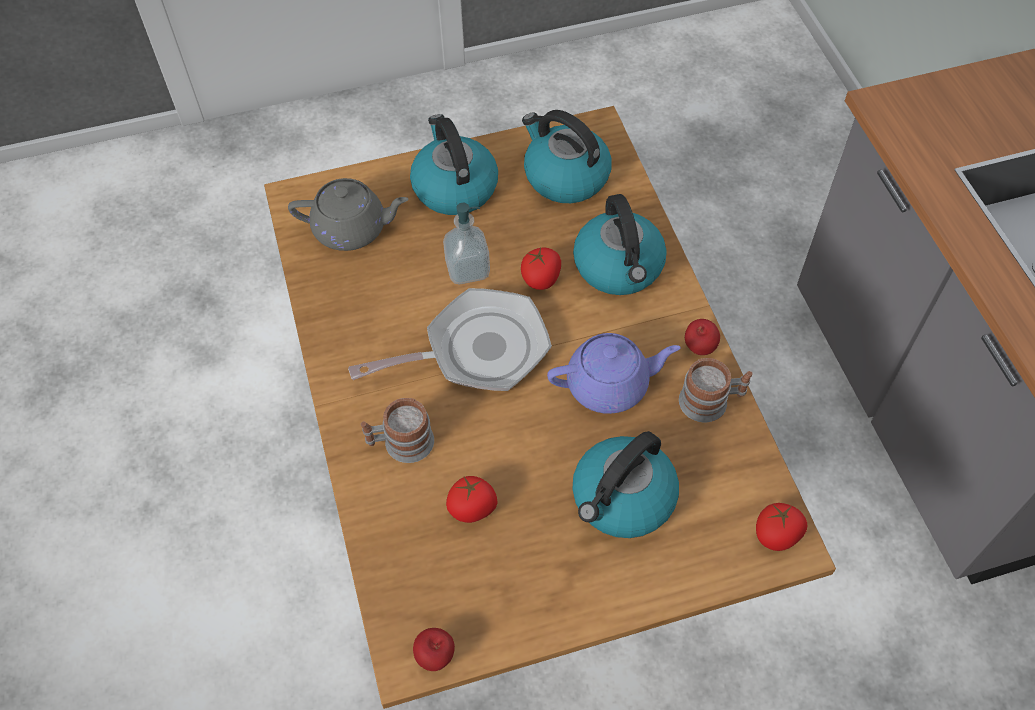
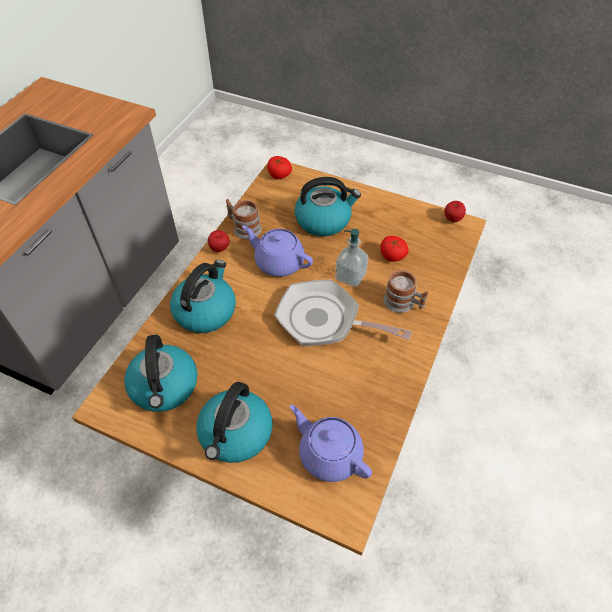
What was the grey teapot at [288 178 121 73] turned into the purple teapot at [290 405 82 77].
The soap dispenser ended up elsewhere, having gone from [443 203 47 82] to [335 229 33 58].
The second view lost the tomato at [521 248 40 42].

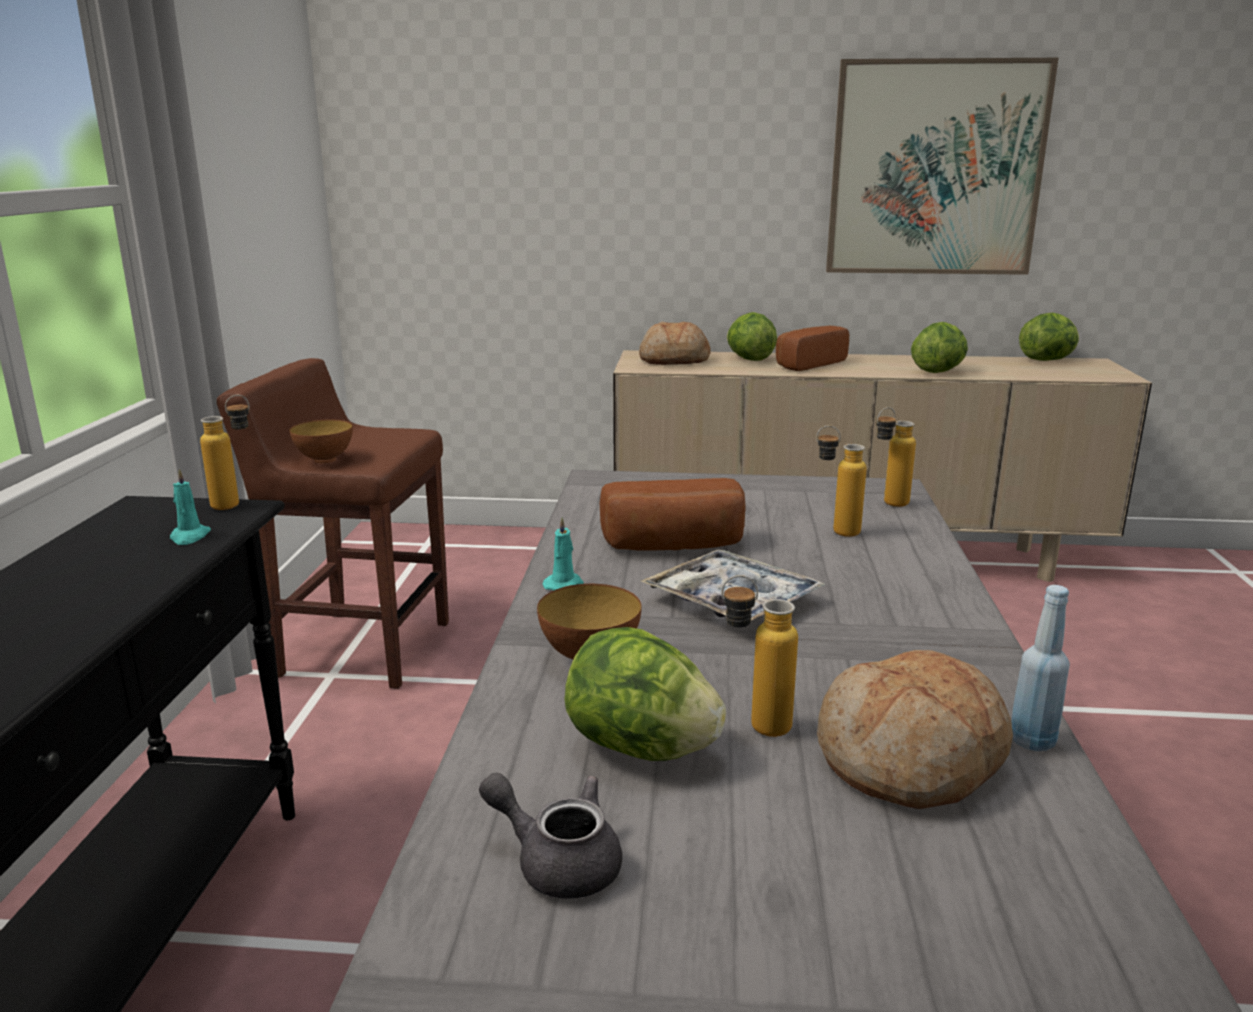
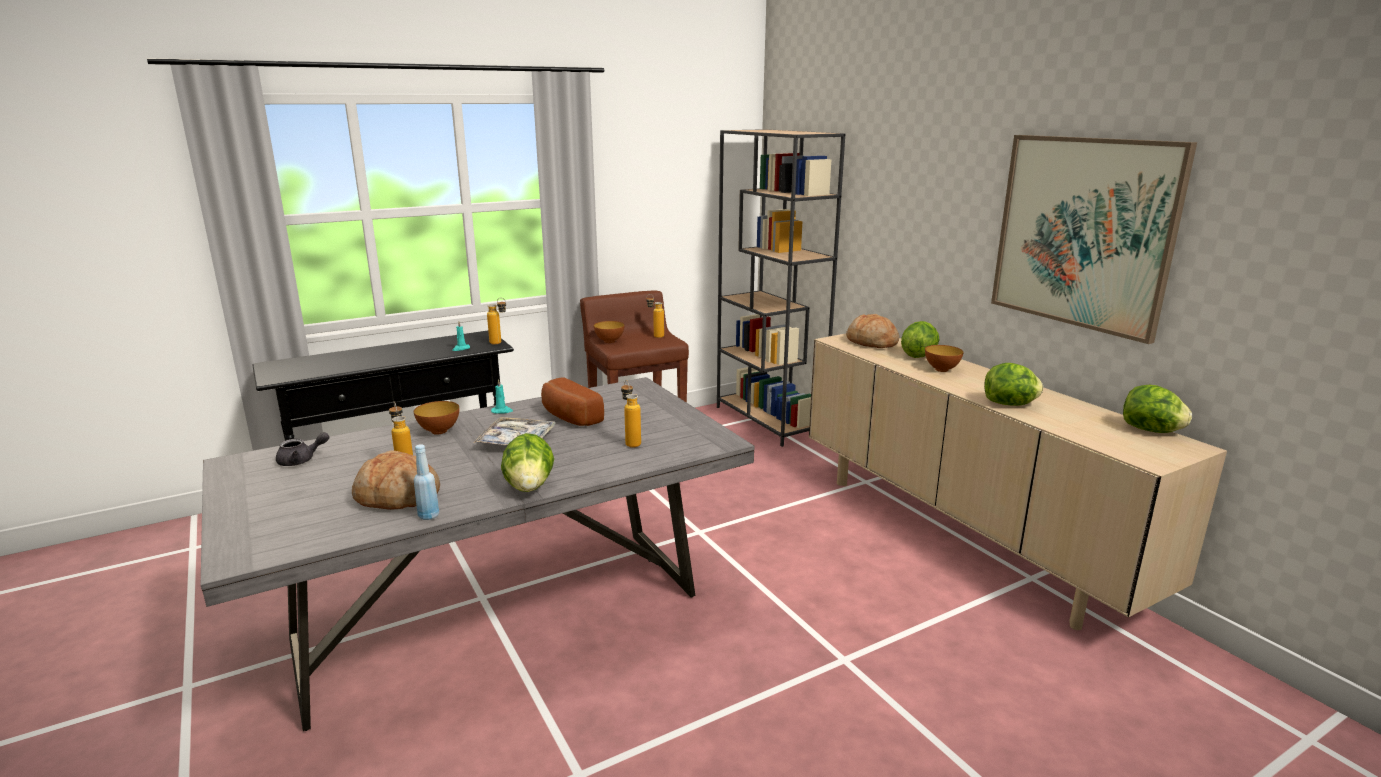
Where the bread stood at [776 326 73 45], the bowl came to stand at [925 345 38 27].
The bottle ended up elsewhere, having gone from [876 407 40 100] to [646 294 18 44].
The lettuce ended up elsewhere, having gone from [564 627 162 134] to [501 433 53 59].
The grey teapot at [479 773 143 126] ended up facing another way, 75 degrees clockwise from before.
The second view gained the bookcase at [717 129 128 318].

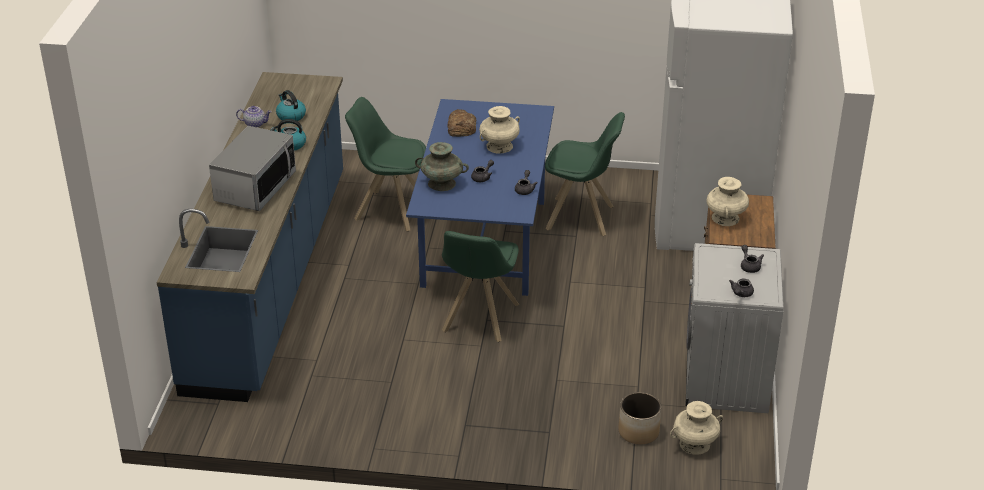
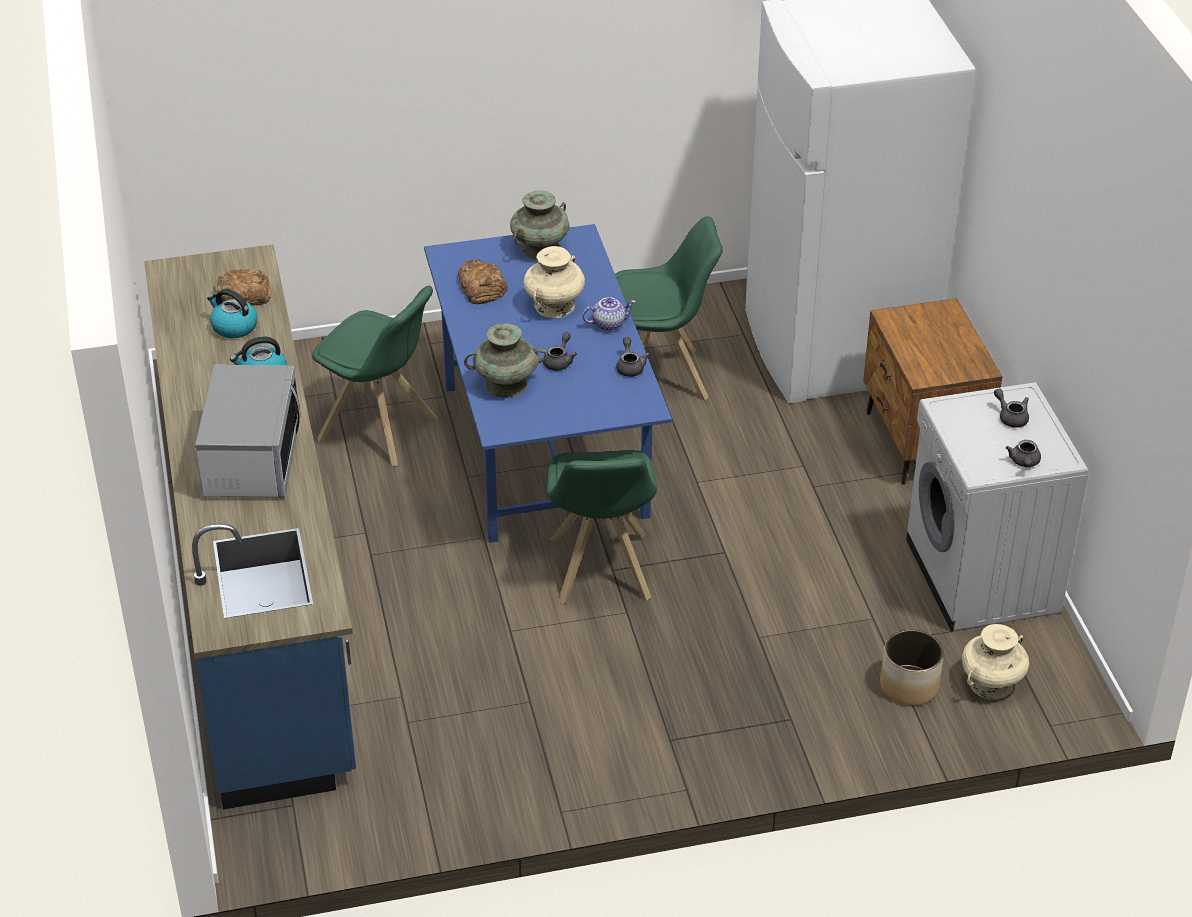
The green chair at [345 97 81 134] ended up facing another way, 150 degrees counterclockwise from before.
The teapot ended up elsewhere, having gone from [236 106 36 22] to [582 297 54 34].
The second view lost the beige vase at [706 177 43 49].
The second view gained the turquoise vase at [510 190 60 70].
The second view gained the bread at [214 269 58 37].

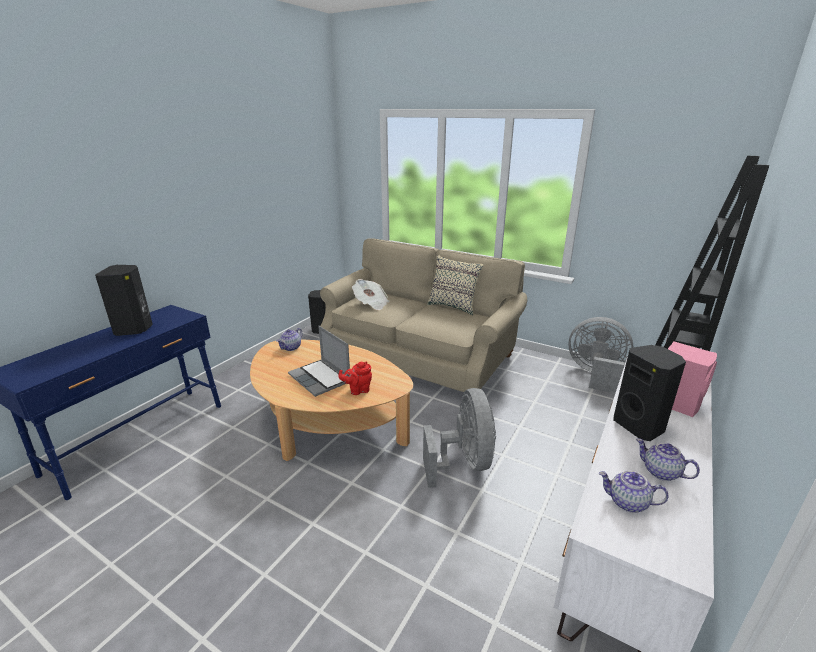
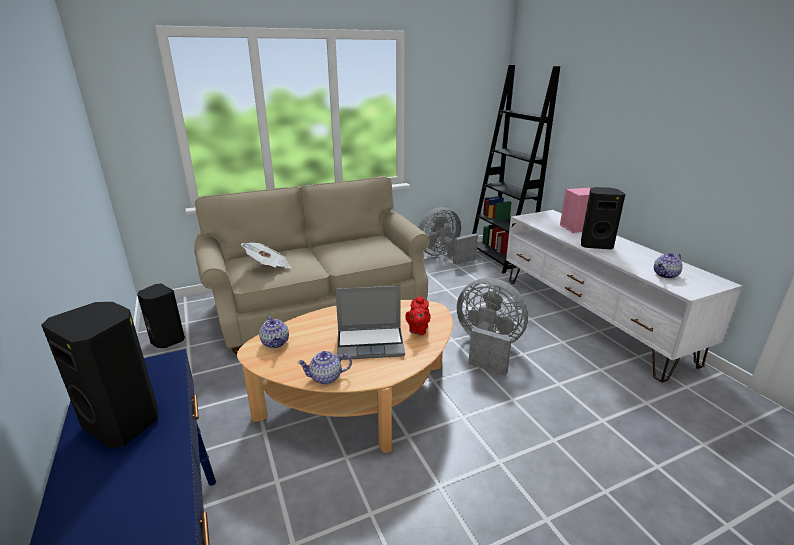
The second view lost the beige pillow at [427 255 56 60].
The teapot ended up elsewhere, having gone from [636 439 64 42] to [297 351 55 34].

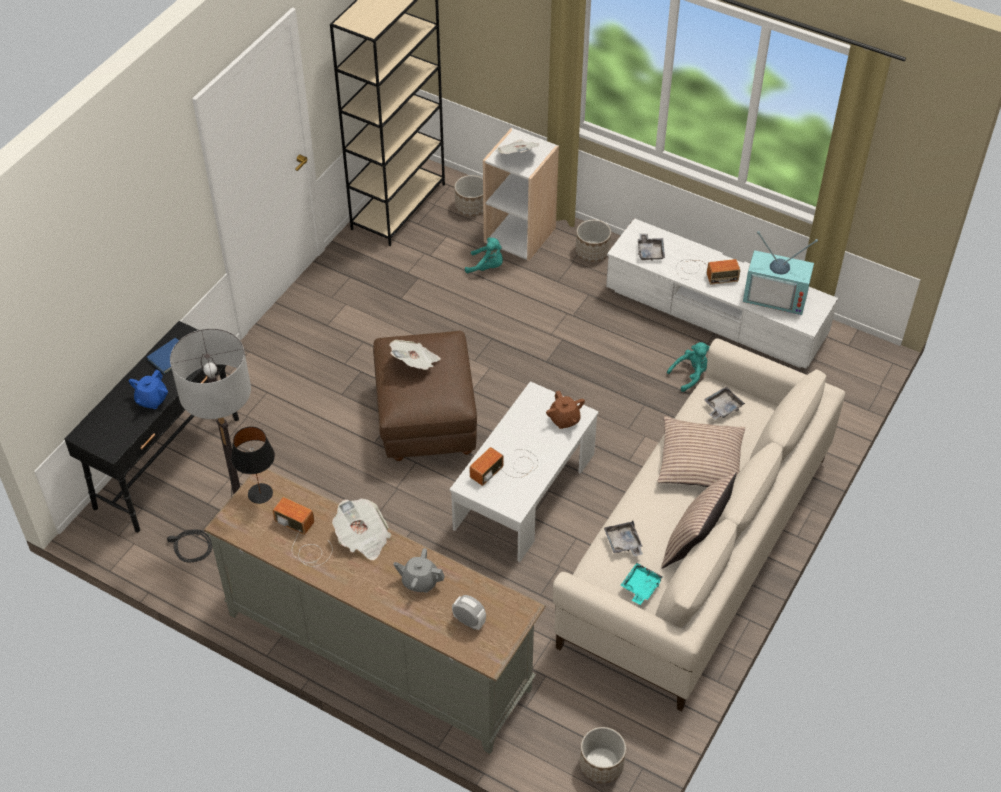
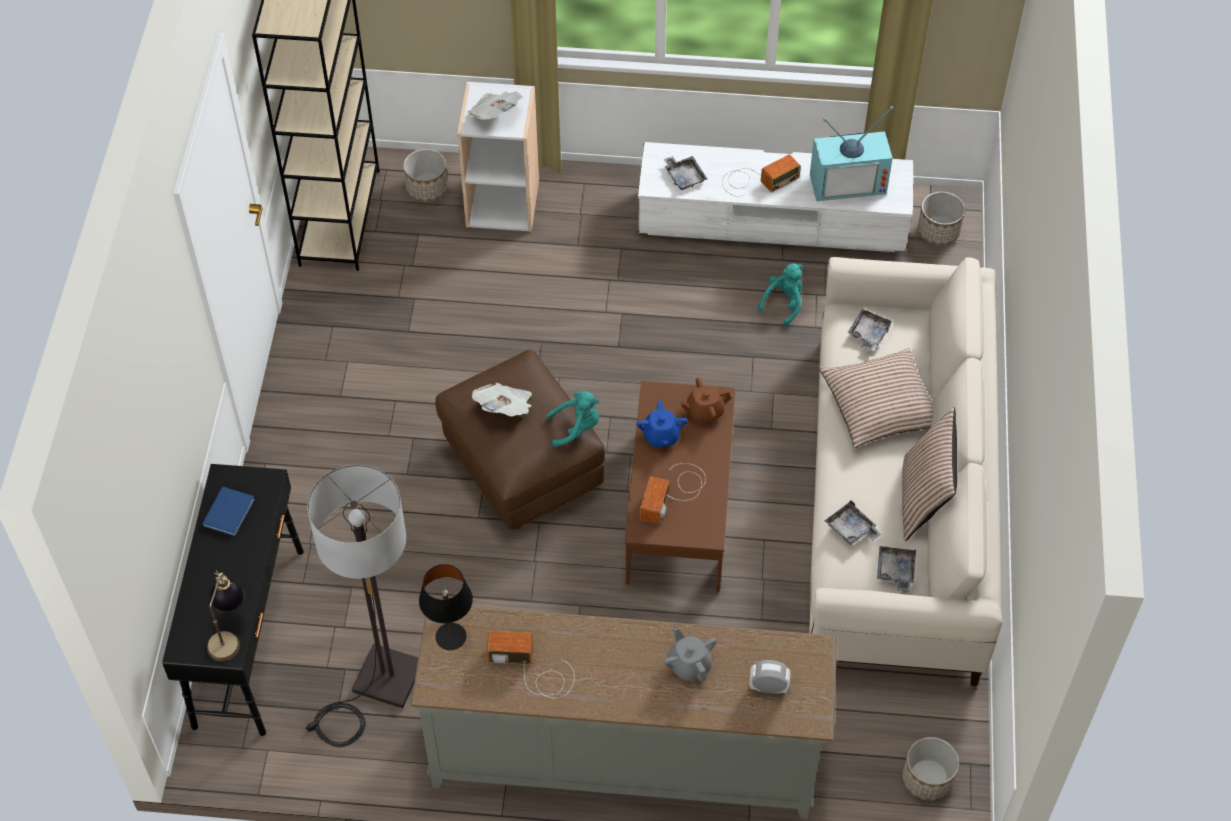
The planter ended up elsewhere, having gone from [576 220 35 42] to [918 191 47 55].
The turquoise plush toy ended up elsewhere, having gone from [465 238 38 35] to [547 391 52 56].
The blue teapot ended up elsewhere, having gone from [129 370 39 39] to [636 401 51 46].
What was the white coffee table at [449 381 150 181] turned into the brown coffee table at [625 381 111 211].
The brown teapot at [546 391 39 38] ended up facing another way, 120 degrees clockwise from before.
The second view lost the newspaper at [332 499 59 61].
The grey teapot at [393 548 52 45] ended up facing another way, 75 degrees clockwise from before.
What was the turquoise tray at [620 563 43 42] turned into the grey tray at [877 546 39 46].
The second view gained the table lamp at [207 570 38 91].

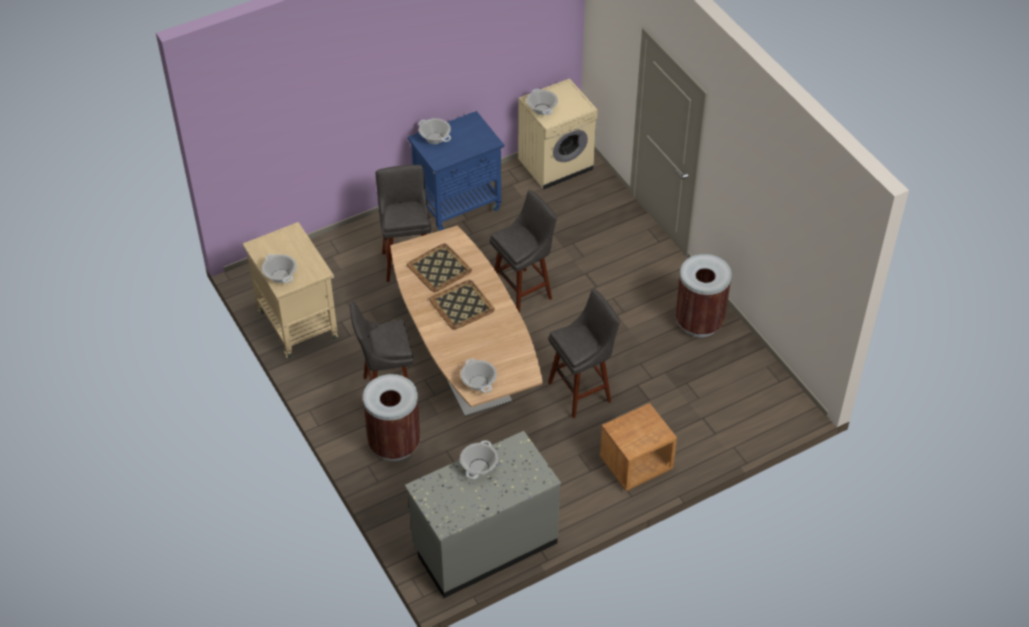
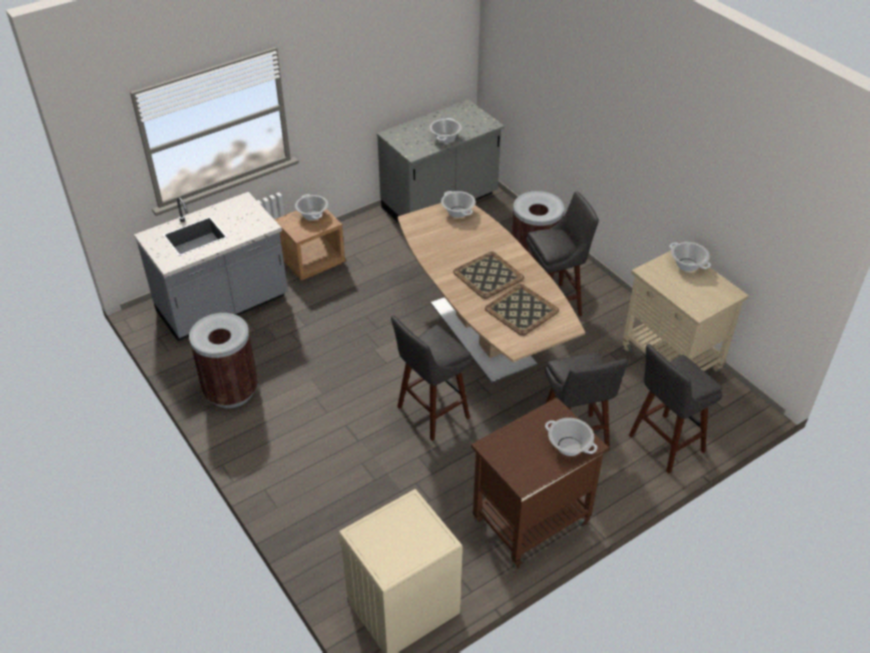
The cooking pot ended up elsewhere, having gone from [527 89 31 26] to [295 194 33 26].
What was the blue cart at [408 111 96 120] turned into the brown cart at [471 397 138 172].
The grey stool ended up elsewhere, having gone from [548 289 72 129] to [629 344 93 130].
The second view gained the grey counter at [134 192 154 149].

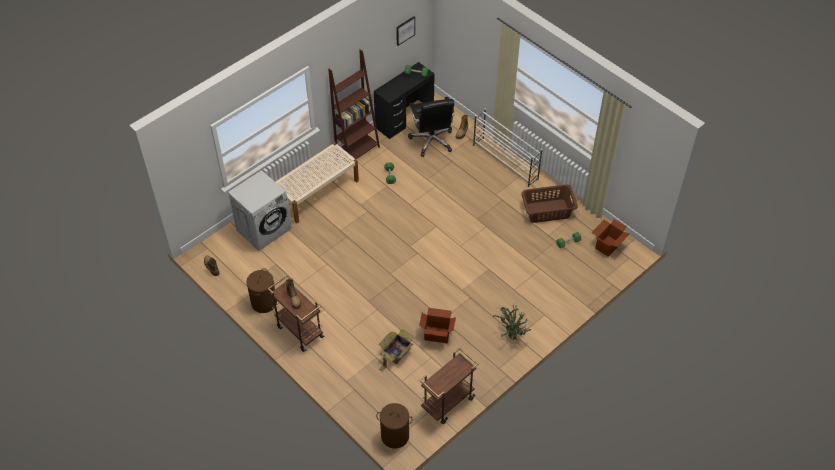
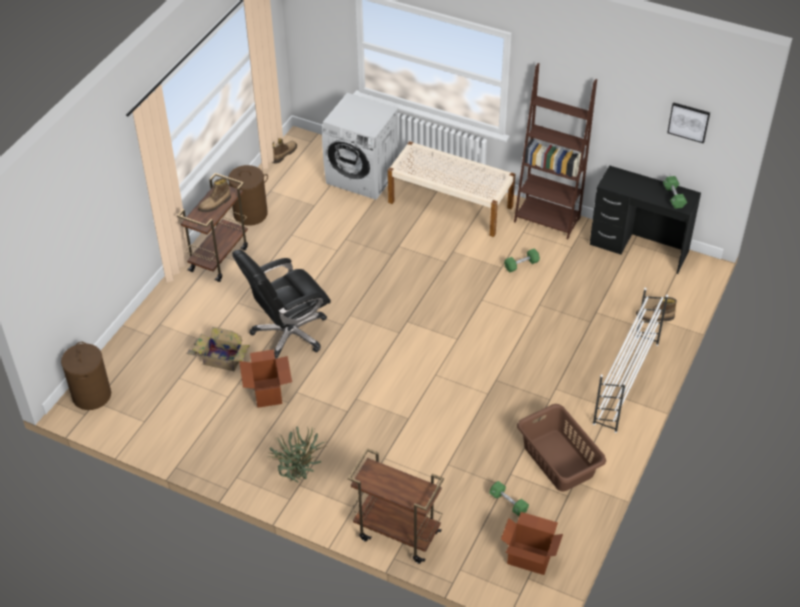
The black office chair ended up elsewhere, having gone from [408 97 47 60] to [232 250 99 109].
The brown cart ended up elsewhere, having gone from [419 347 59 77] to [348 448 96 116].

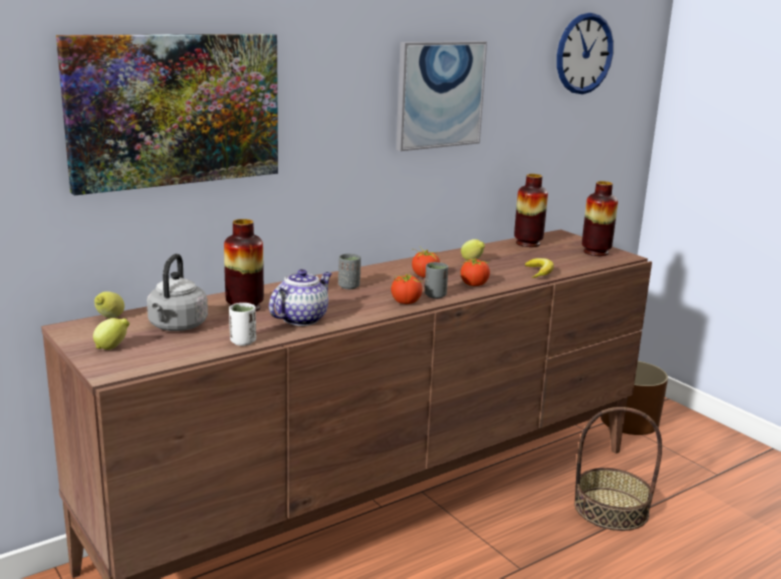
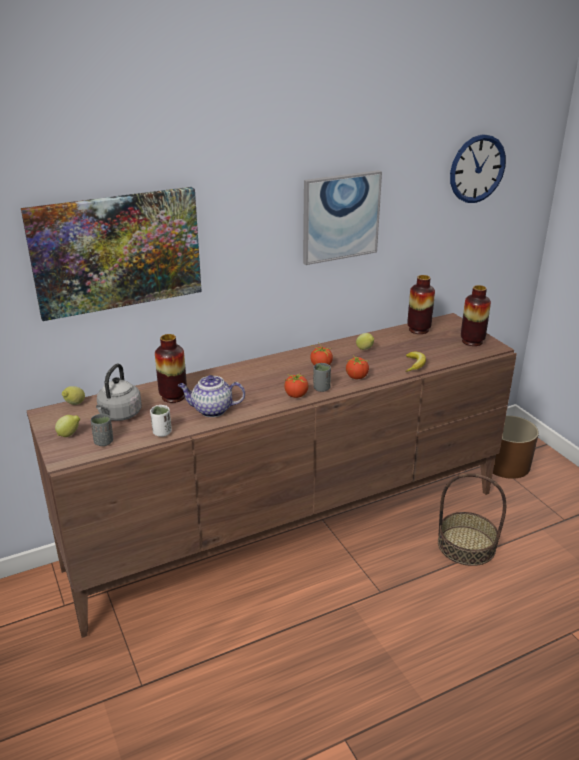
The grey cup ended up elsewhere, having gone from [338 254 23 35] to [91 414 22 32].
The teapot at [269 269 63 57] ended up facing another way, 135 degrees counterclockwise from before.

